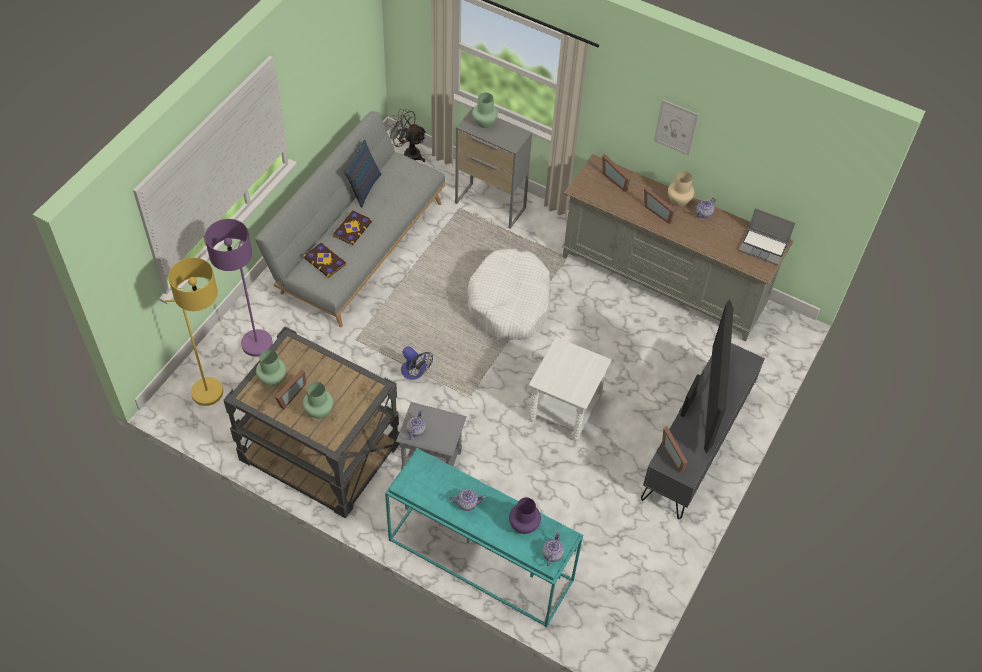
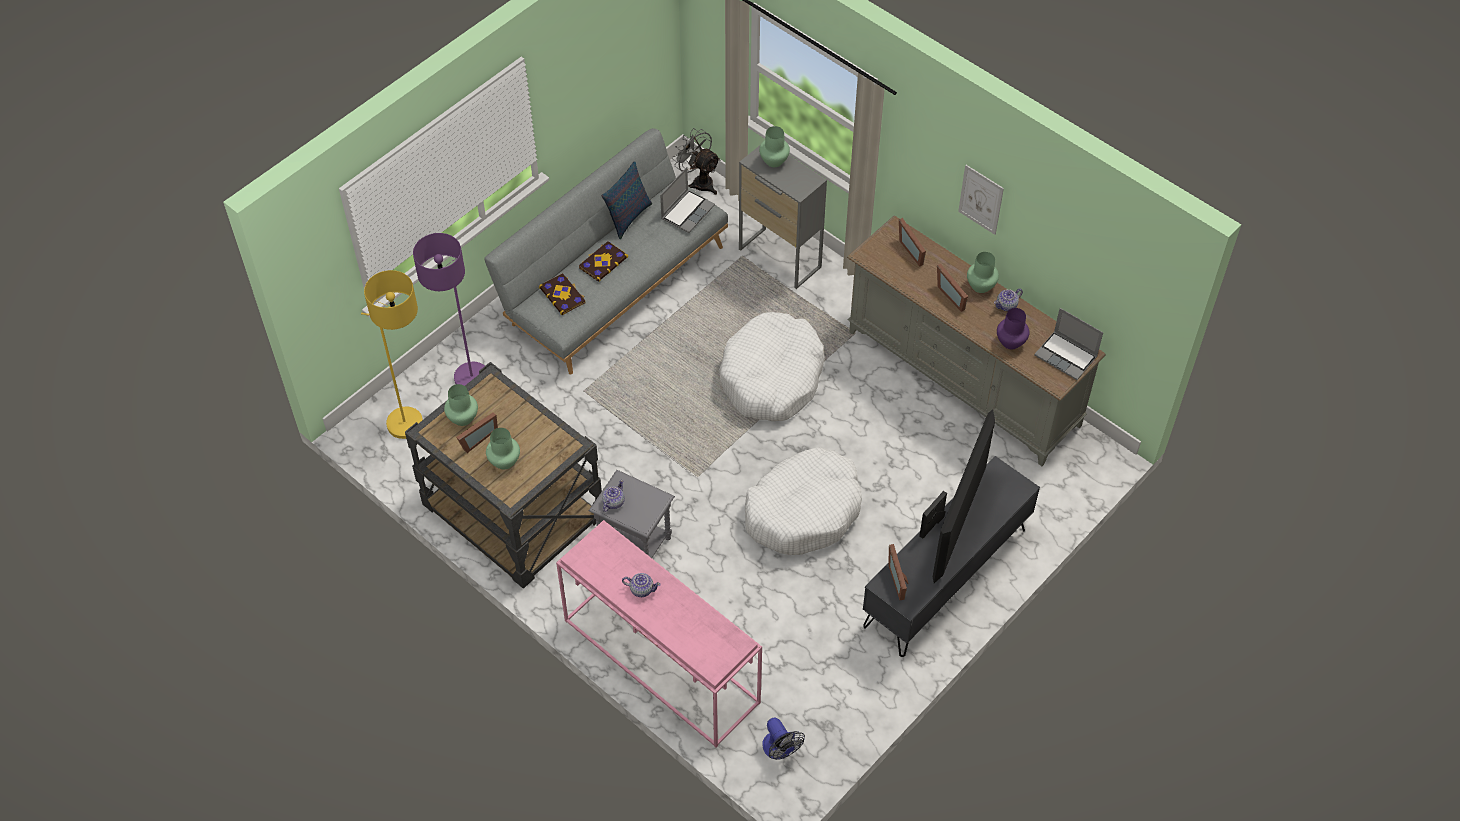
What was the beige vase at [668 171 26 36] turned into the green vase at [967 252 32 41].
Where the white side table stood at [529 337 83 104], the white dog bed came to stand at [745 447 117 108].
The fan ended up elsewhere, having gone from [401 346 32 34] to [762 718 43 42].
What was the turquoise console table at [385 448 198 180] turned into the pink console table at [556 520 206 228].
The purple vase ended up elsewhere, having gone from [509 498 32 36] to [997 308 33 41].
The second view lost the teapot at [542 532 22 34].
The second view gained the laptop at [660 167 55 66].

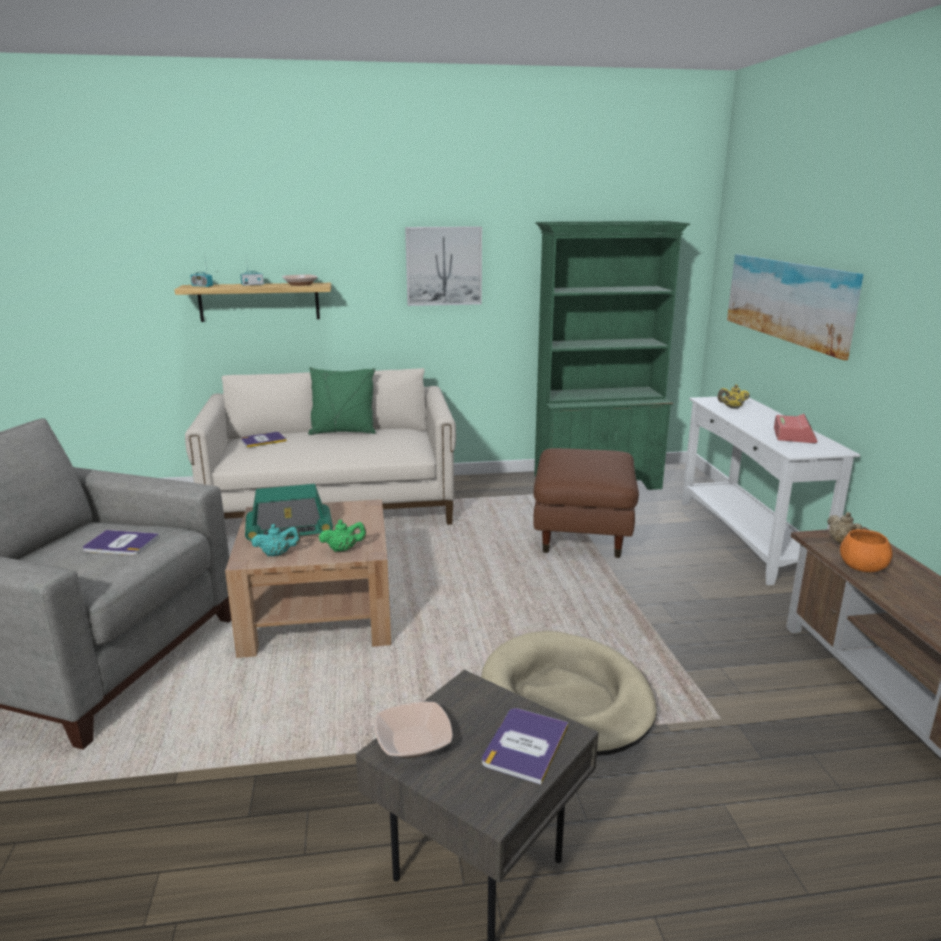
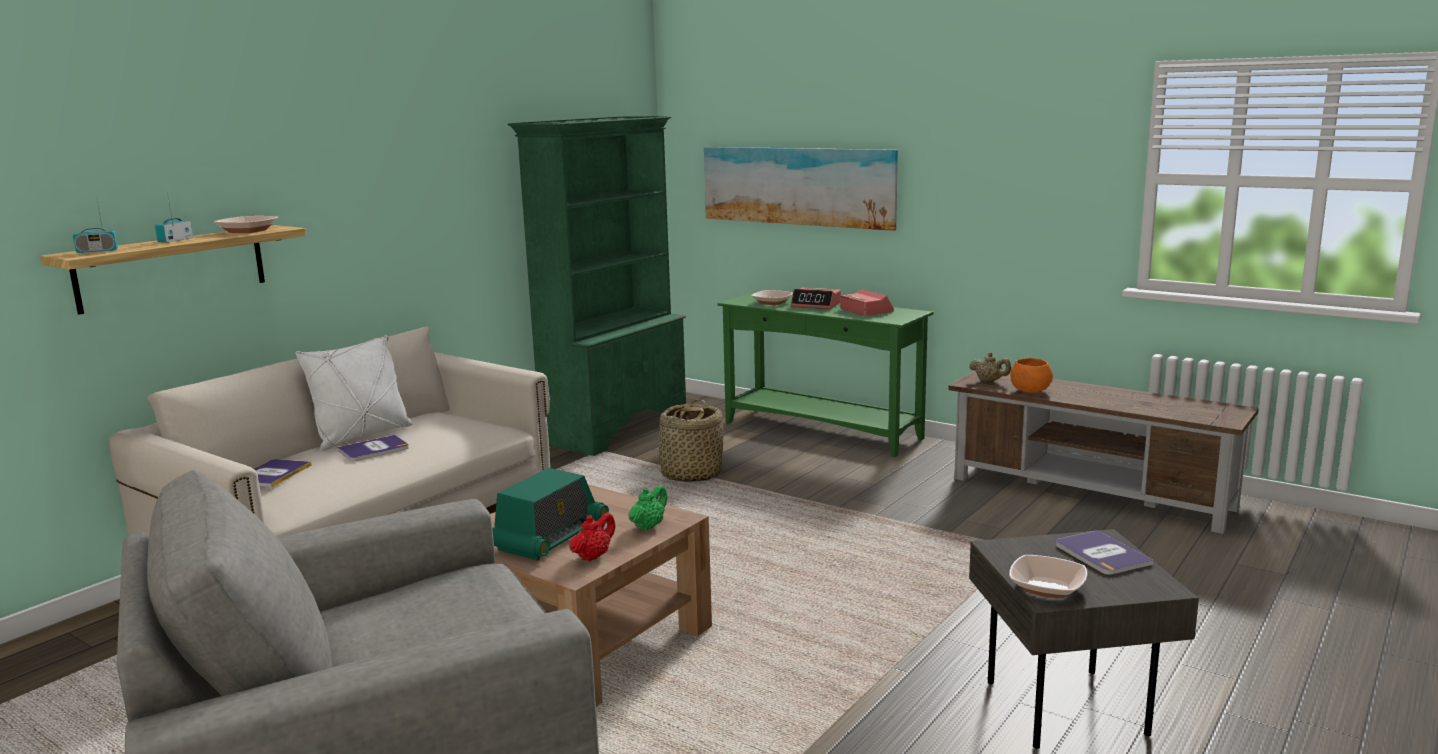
The second view lost the picture at [405 226 77 80].
What was the green pillow at [308 367 68 68] turned into the white pillow at [295 335 118 116].
Where the yellow teapot stood at [717 384 33 25], the bowl came to stand at [752 290 41 15].
What was the white console table at [682 396 178 189] turned into the green console table at [717 292 217 165].
Where the brown ottoman stood at [533 448 106 110], the basket came to stand at [655 399 68 83].
What was the turquoise teapot at [251 524 49 33] turned into the red teapot at [569 512 46 50].
The book ended up elsewhere, having gone from [83 530 77 25] to [338 435 71 26].
The second view lost the beige dog bed at [481 631 176 125].
The second view gained the alarm clock at [791 288 50 21].

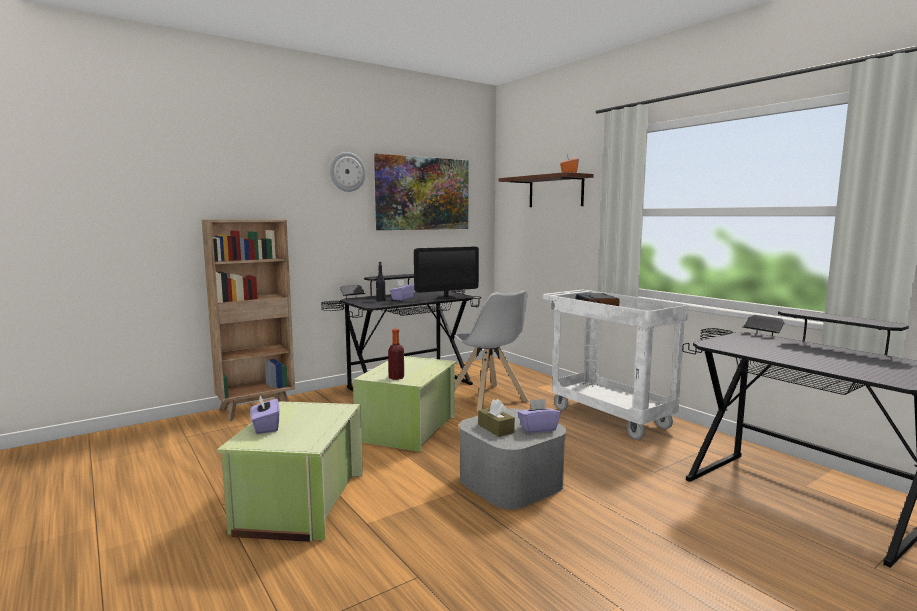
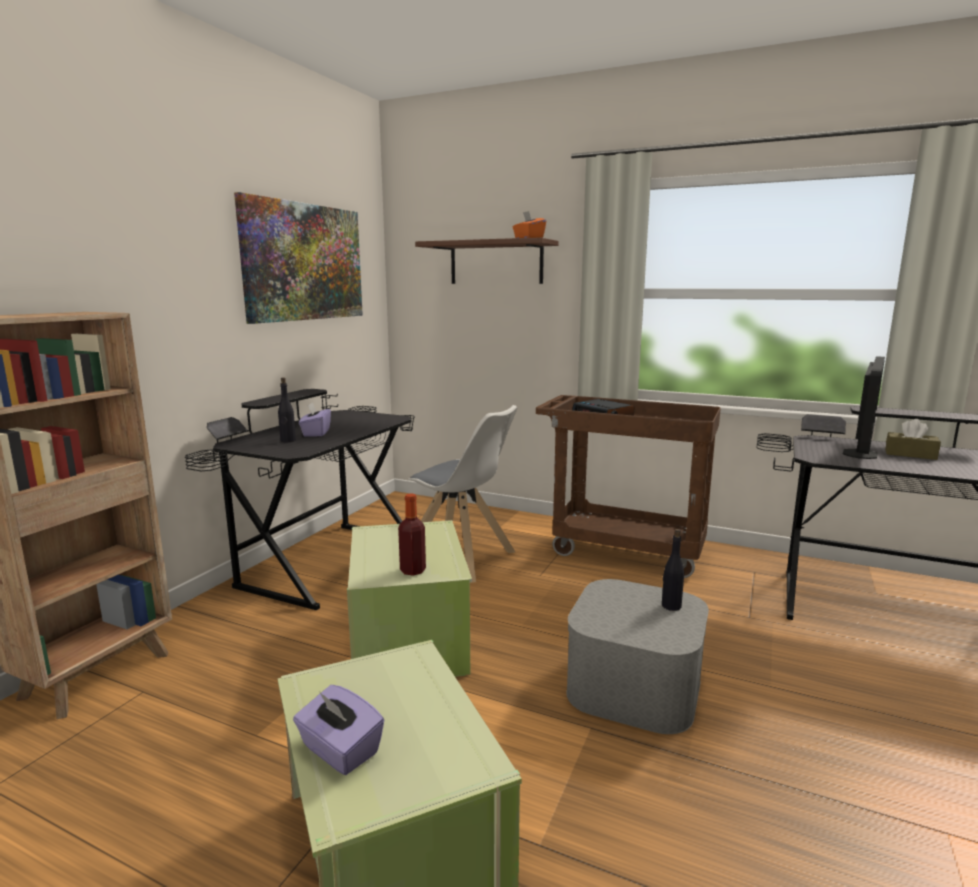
The second view lost the wall clock at [330 152 36 40].
The monitor ended up elsewhere, having gone from [414 247 65 52] to [843 356 42 103].
What was the white cart at [543 290 145 150] turned into the brown cart at [536 395 185 183].
The brown tissue box ended up elsewhere, having gone from [478 399 37 38] to [885 419 56 41].
Where the purple tissue box stood at [518 399 43 34], the black bottle came to stand at [662 529 22 82].

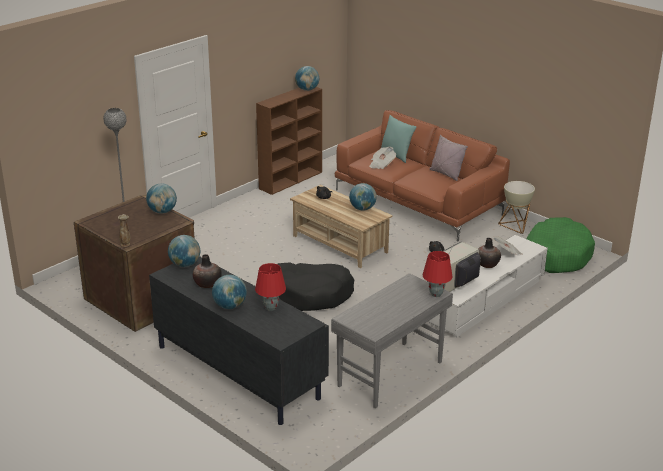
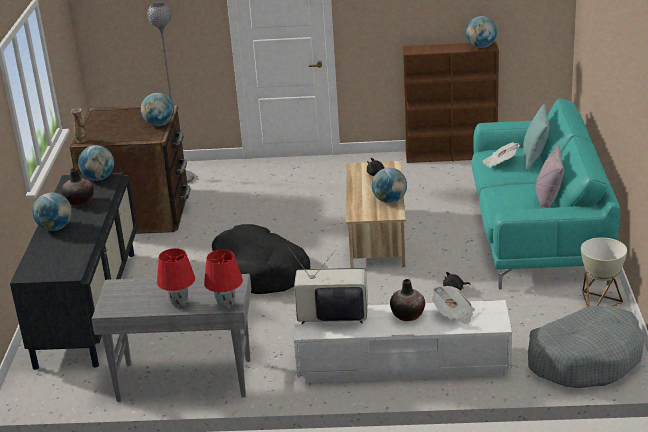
What was the brown sofa at [335 110 175 132] turned into the turquoise sofa at [472 98 148 192].
What was the green dog bed at [527 217 68 56] turned into the grey dog bed at [528 305 116 83].
The red table lamp ended up elsewhere, having gone from [255 263 31 48] to [157 248 38 60].

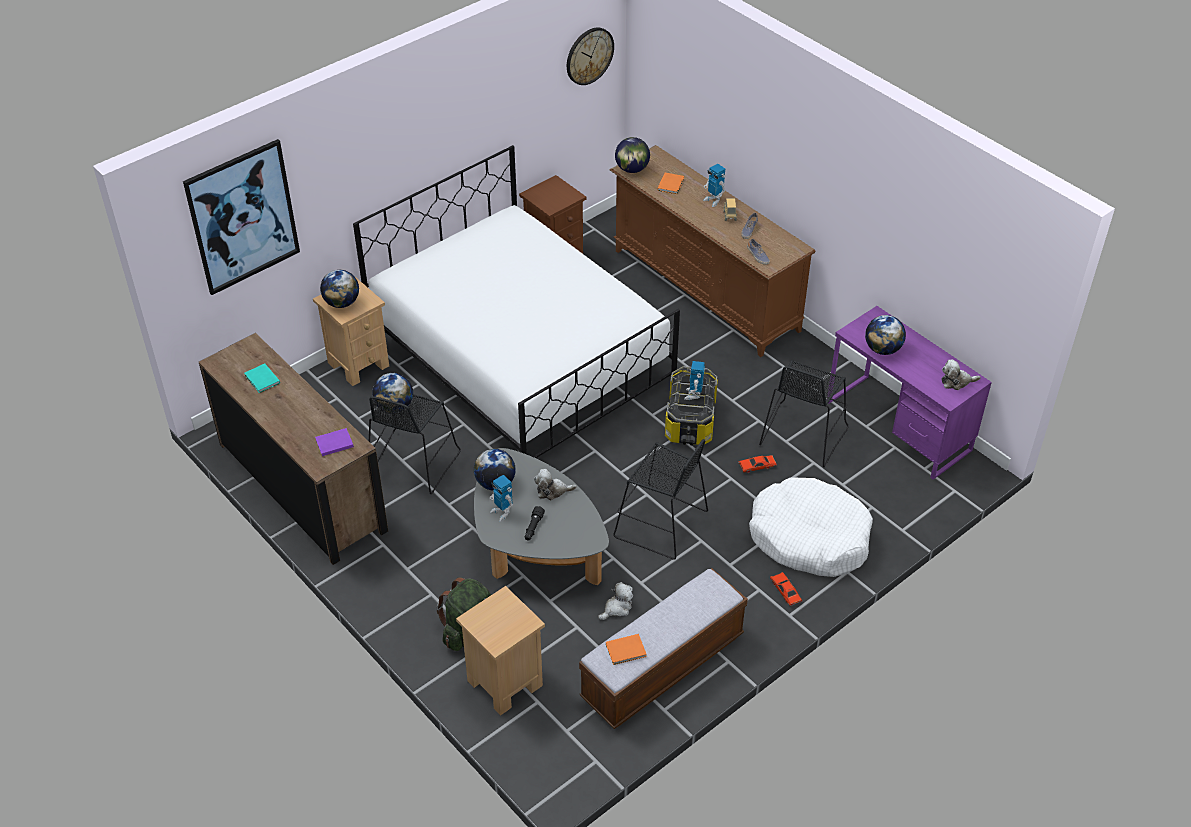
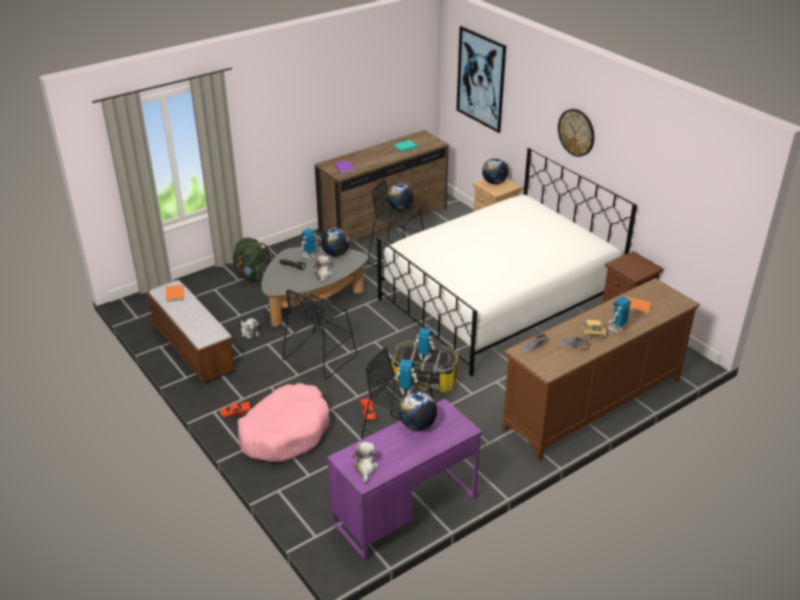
The wall clock ended up elsewhere, having gone from [567 28 47 57] to [558 109 36 48].
The second view lost the globe at [615 137 35 36].
What was the white dog bed at [749 477 124 100] turned into the pink dog bed at [238 383 92 79].
The second view lost the beige nightstand at [456 586 89 129].
The second view gained the toy robot at [394 359 24 36].

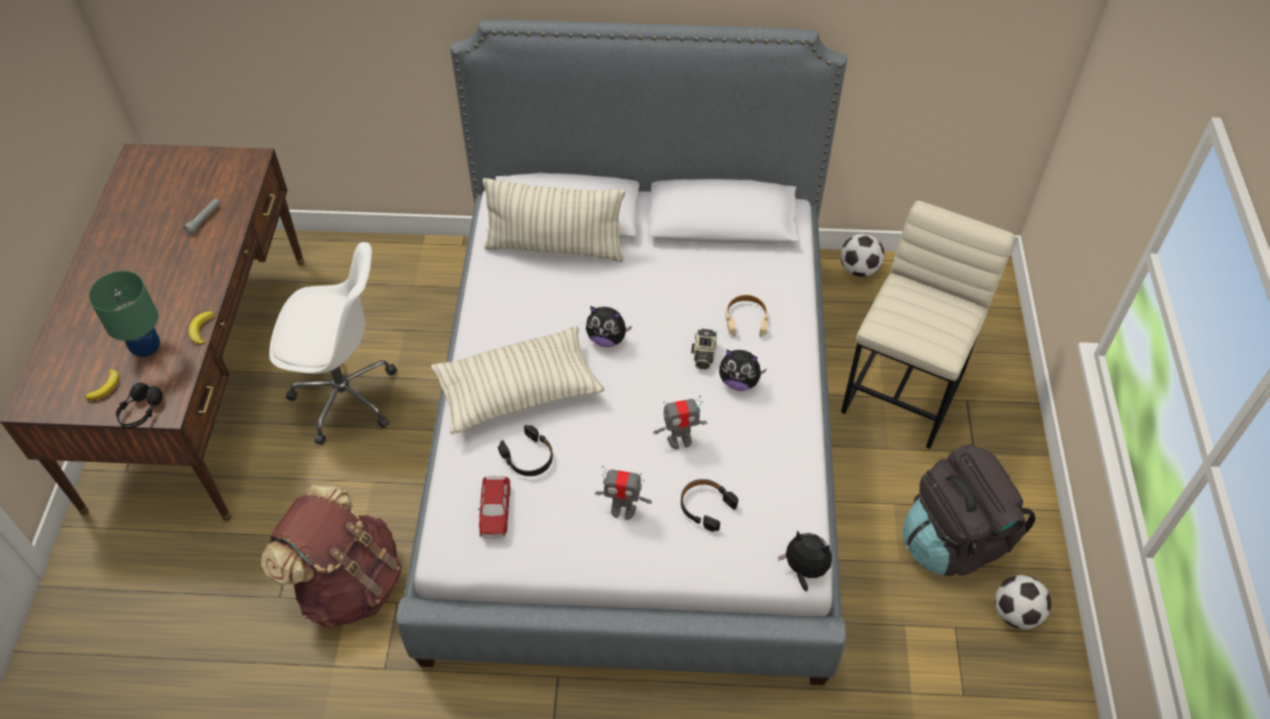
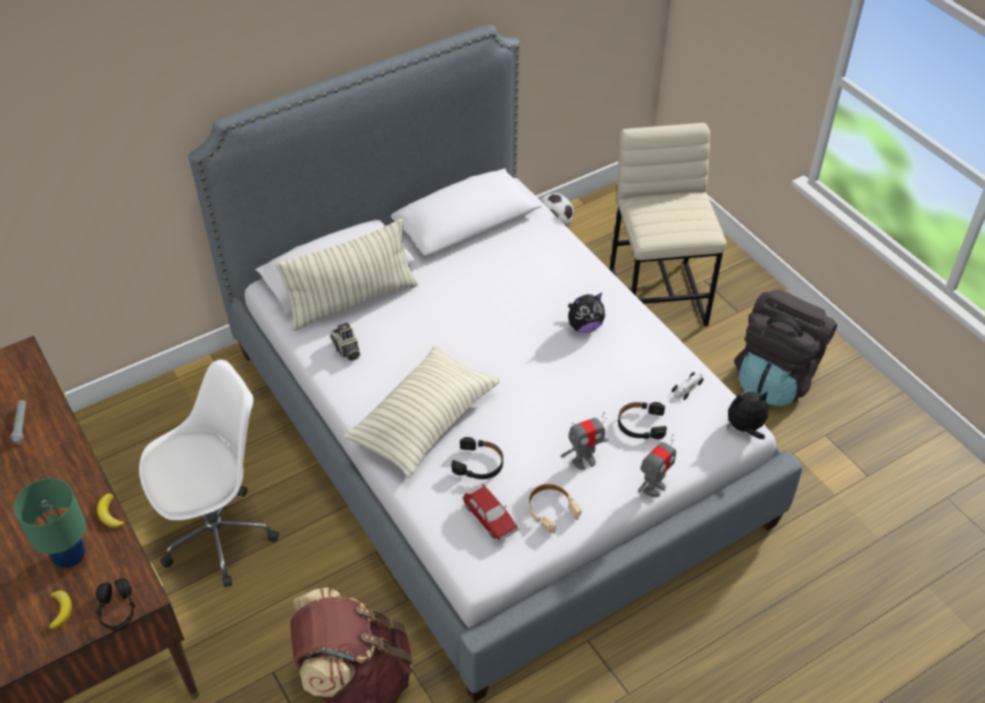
The beige headphones ended up elsewhere, having gone from [726 294 42 43] to [528 483 54 51].
The second view lost the plush toy at [586 306 46 41].
The photo camera ended up elsewhere, having gone from [691 329 26 41] to [330 322 30 39].
The toy robot ended up elsewhere, having gone from [653 396 54 53] to [638 434 38 64].
The second view lost the football at [995 575 56 54].
The second view gained the toy car at [672 372 32 28].

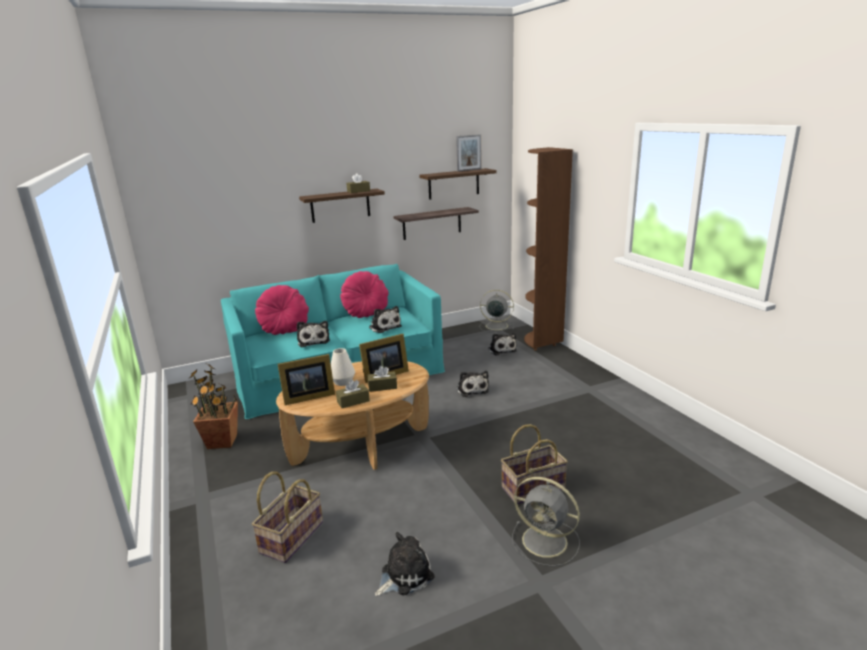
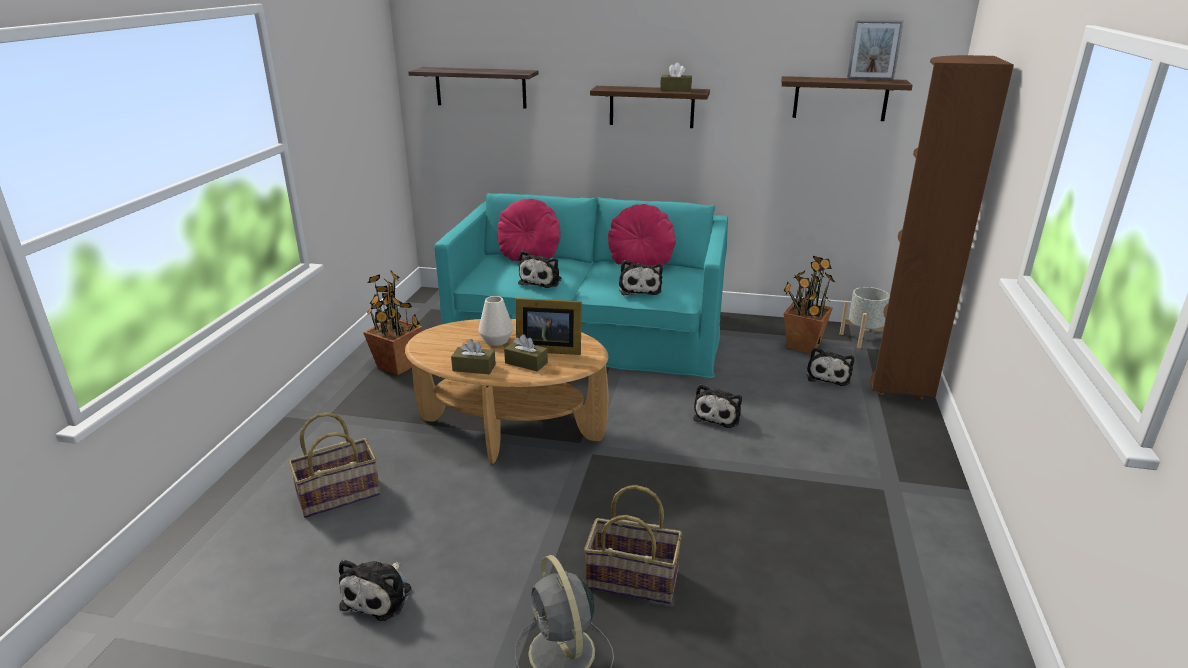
The shelf ended up elsewhere, having gone from [393 207 86 33] to [408 67 131 41].
Where the grey fan stood at [480 290 34 42], the grey planter came to stand at [840 287 50 61].
The second view lost the picture frame at [278 354 57 51].
The plush toy at [375 532 60 65] ended up facing another way, 105 degrees clockwise from before.
The second view gained the potted plant at [784 256 51 98].

